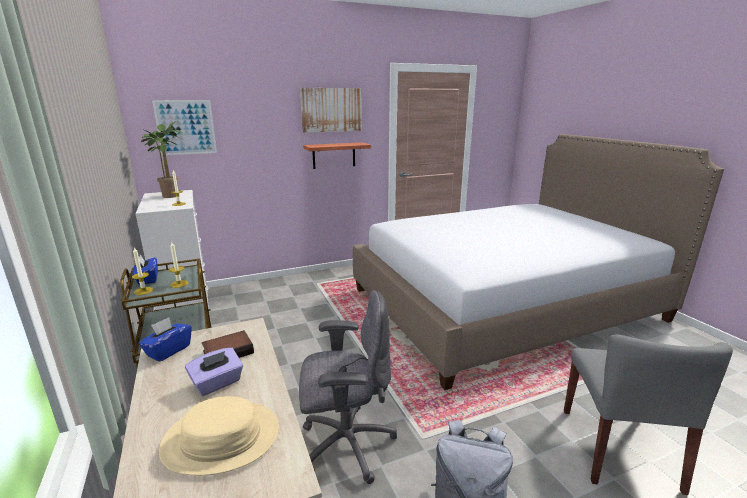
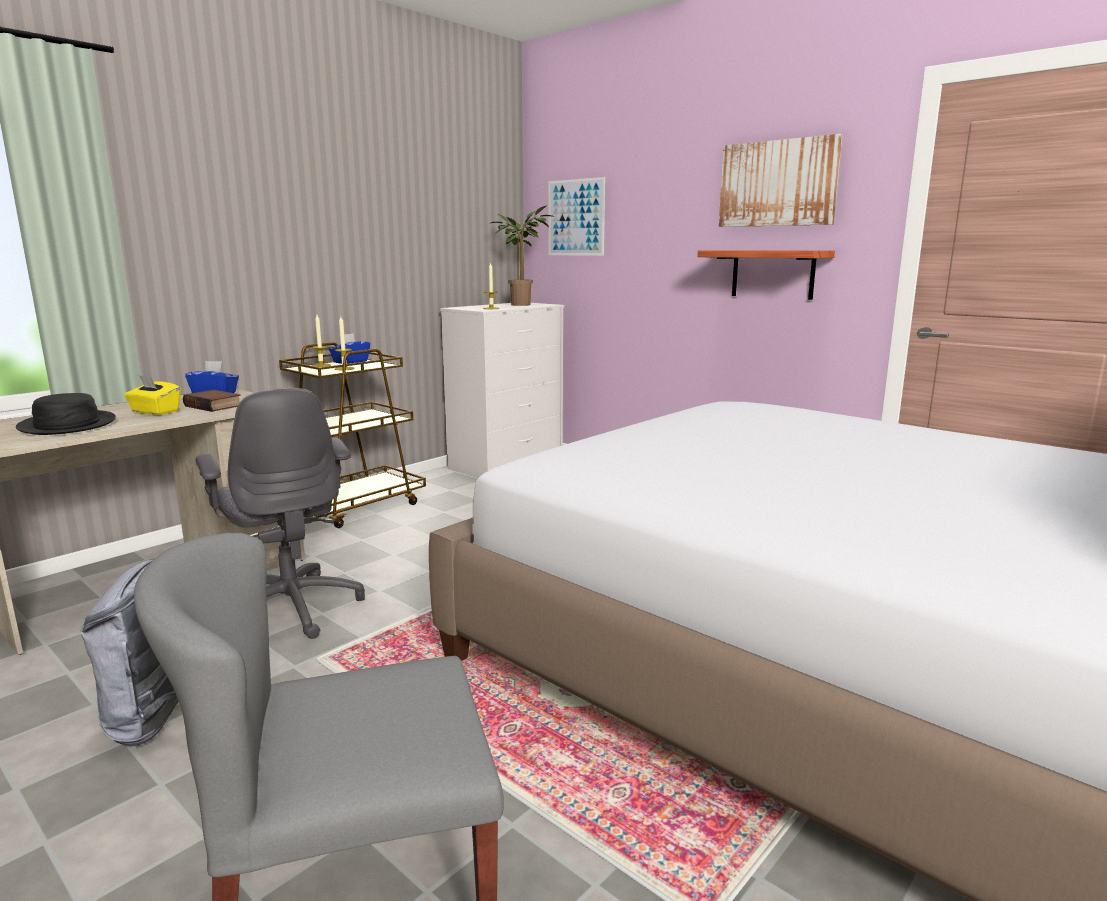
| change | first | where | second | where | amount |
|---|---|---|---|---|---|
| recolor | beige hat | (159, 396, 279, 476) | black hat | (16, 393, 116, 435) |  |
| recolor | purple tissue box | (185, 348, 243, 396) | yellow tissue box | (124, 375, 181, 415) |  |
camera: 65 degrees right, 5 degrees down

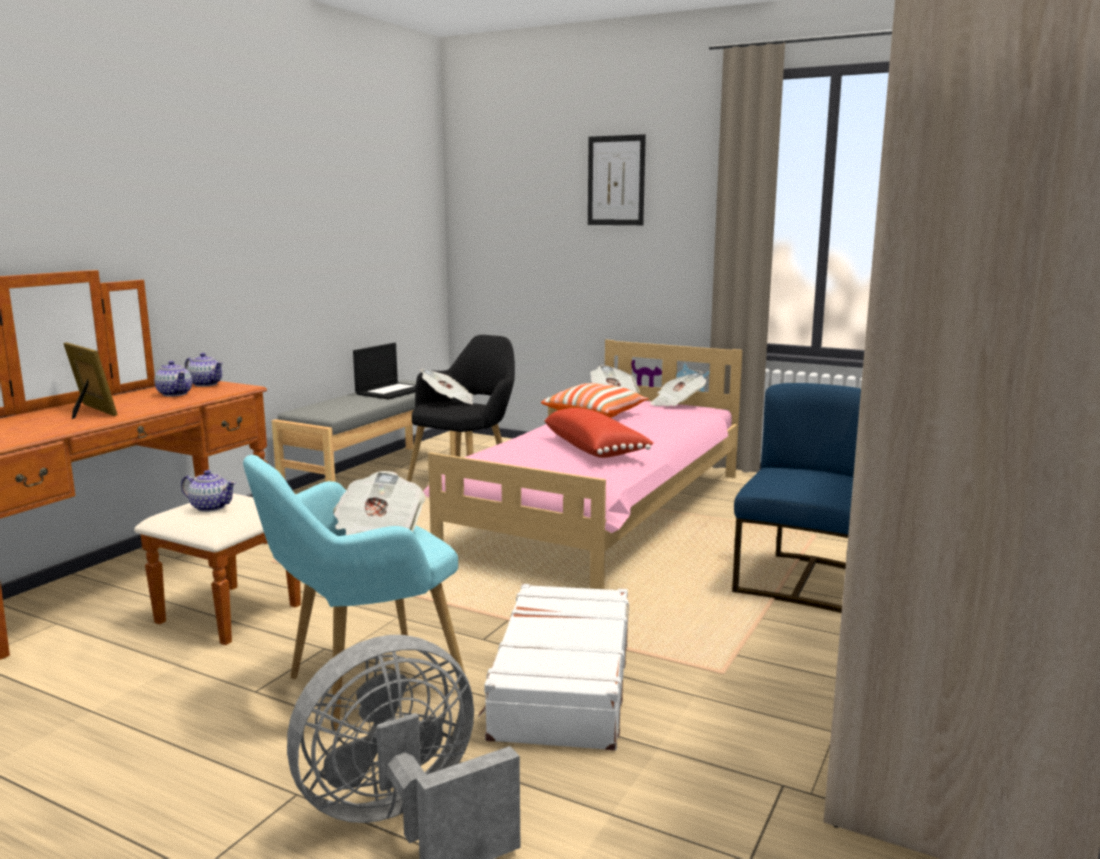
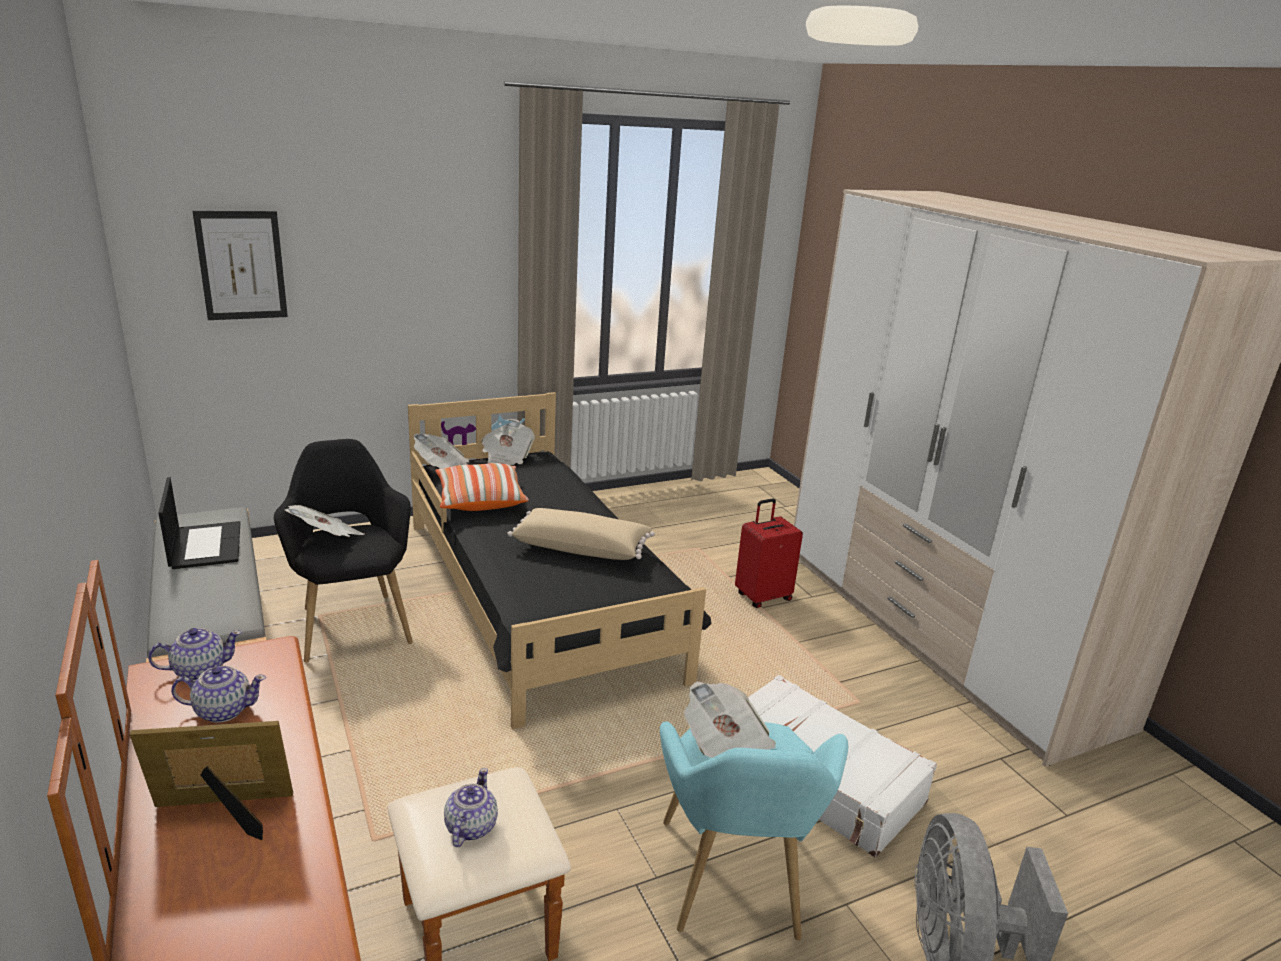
| change | first | where | second | where | amount |
|---|---|---|---|---|---|
| move | picture | (588, 134, 646, 225) |  | (193, 211, 288, 320) |  |
| recolor | pink bed | (423, 340, 742, 589) | black bed | (408, 392, 712, 730) |  |
| rotate | teapot | (181, 470, 237, 512) |  | (444, 768, 498, 847) | 45 degrees counterclockwise |
| recolor | red pillow | (544, 408, 654, 458) | beige pillow | (507, 508, 655, 560) |  |
| replace | blue chair | (732, 383, 861, 613) | red suitcase | (735, 498, 803, 608) |  |
camera: 55 degrees left, 10 degrees up

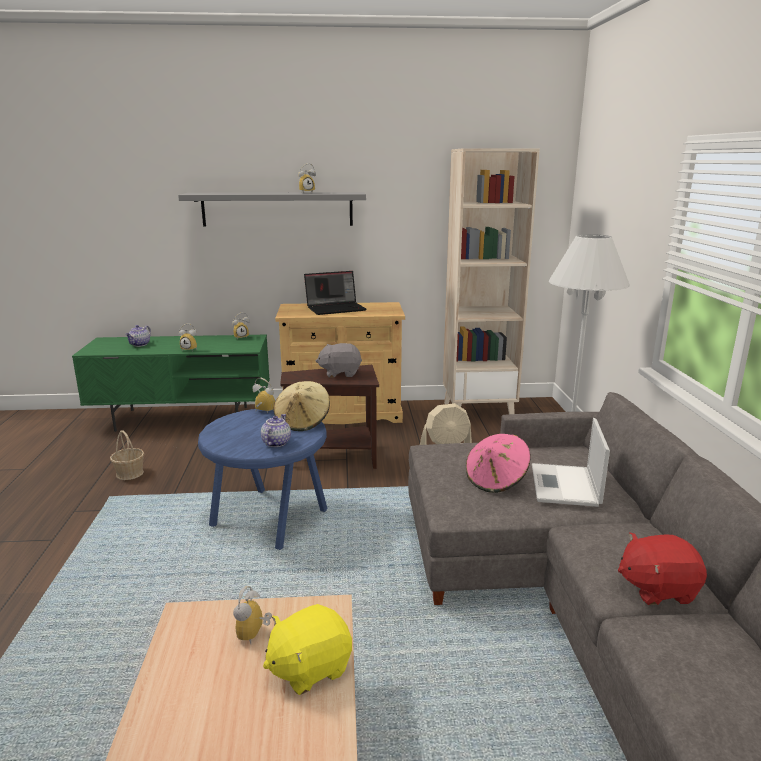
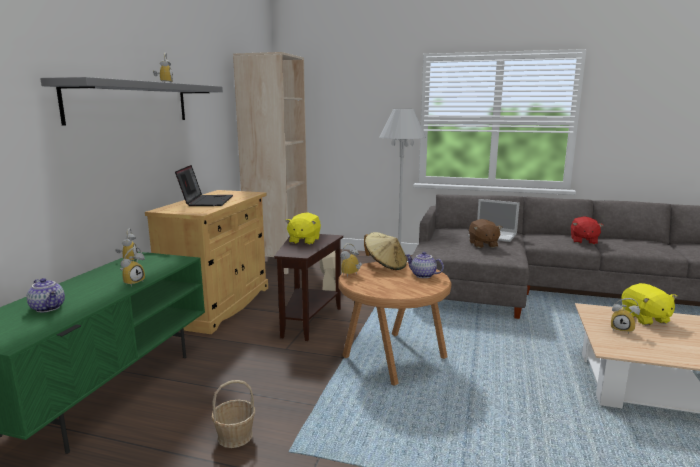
| change | first | where | second | where | amount |
|---|---|---|---|---|---|
| recolor | grey plush toy | (316, 343, 362, 378) | yellow plush toy | (285, 212, 321, 245) |  |
| recolor | blue side table | (198, 409, 327, 550) | brown side table | (338, 262, 451, 385) |  |
| replace | pink hat | (466, 434, 531, 493) | brown plush toy | (469, 219, 502, 248) |  |
camera: 70 degrees left, 5 degrees down

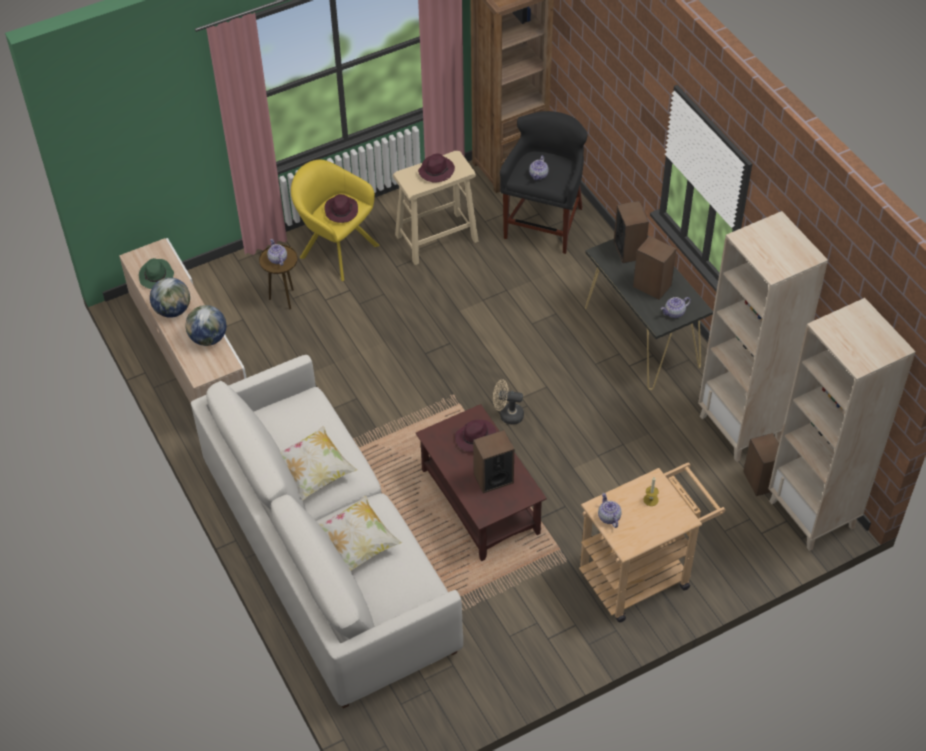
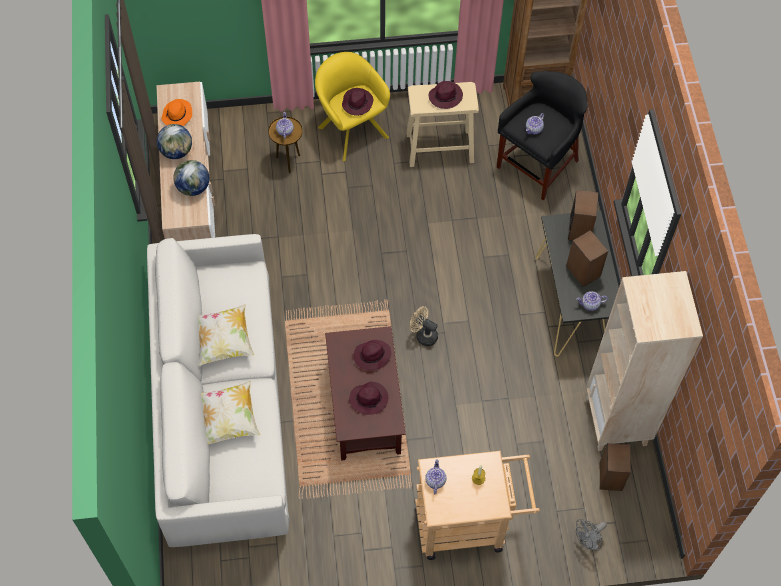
| change | first | where | second | where | amount |
|---|---|---|---|---|---|
| recolor | green hat | (139, 258, 174, 289) | orange hat | (161, 99, 192, 126) |  |
| replace | speaker | (473, 430, 514, 493) | purple hat | (349, 382, 388, 415) |  |
| insert |  |  | grey fan | (576, 519, 607, 551) |  |
| delete | beige bookcase | (768, 298, 916, 551) |  |  |  |
camera: 20 degrees right, 10 degrees up

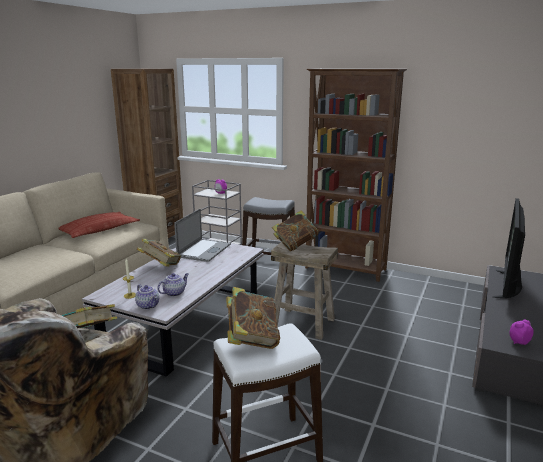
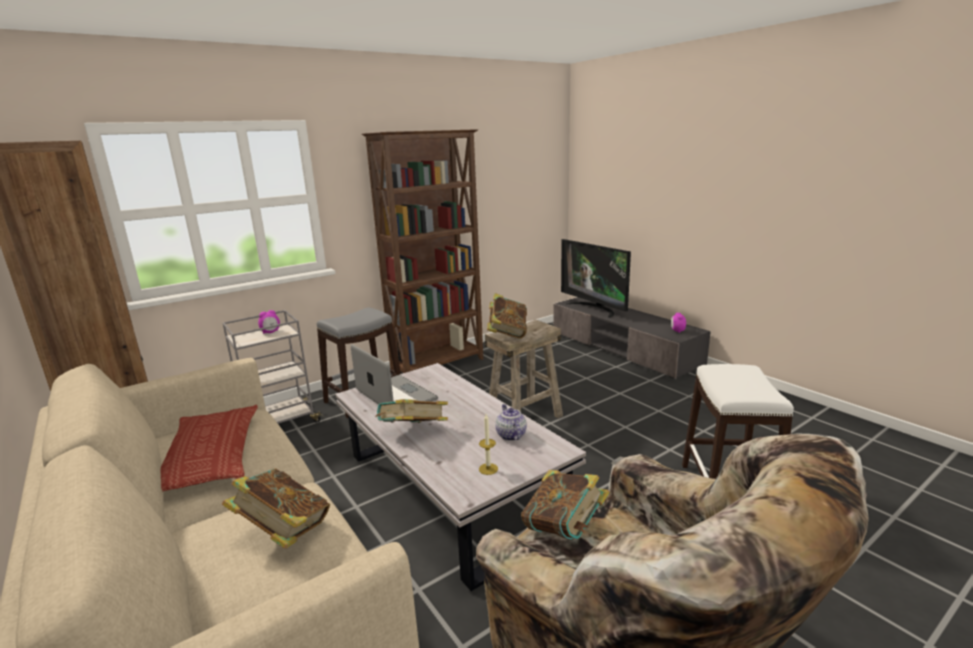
| change | first | where | second | where | amount |
|---|---|---|---|---|---|
| move | book | (226, 287, 280, 349) |  | (222, 468, 330, 549) |  |
| delete | teapot | (135, 284, 159, 310) |  |  |  |
camera: 60 degrees left, 0 degrees up

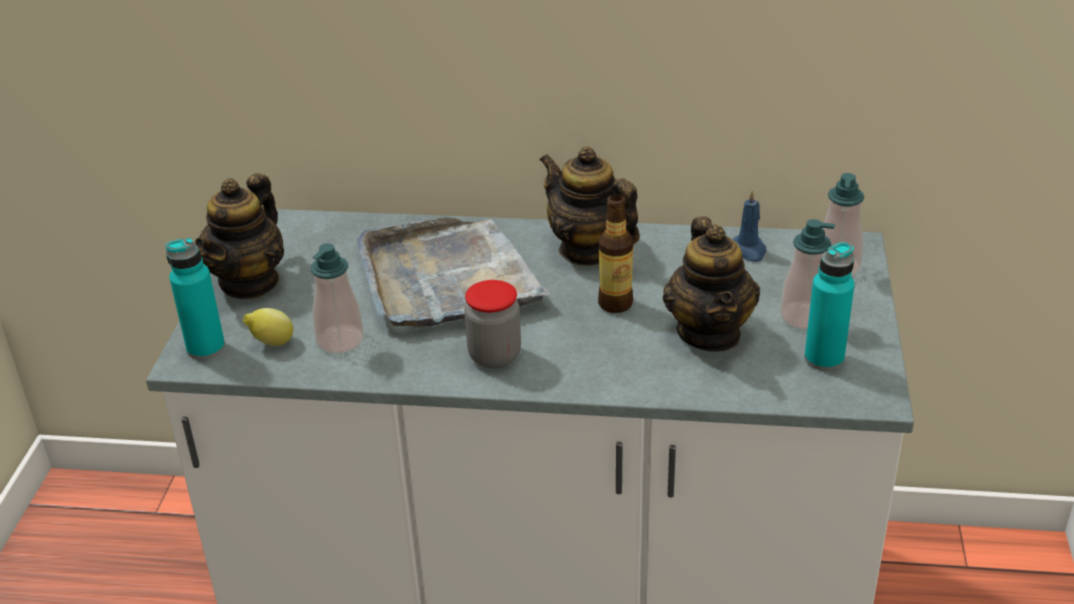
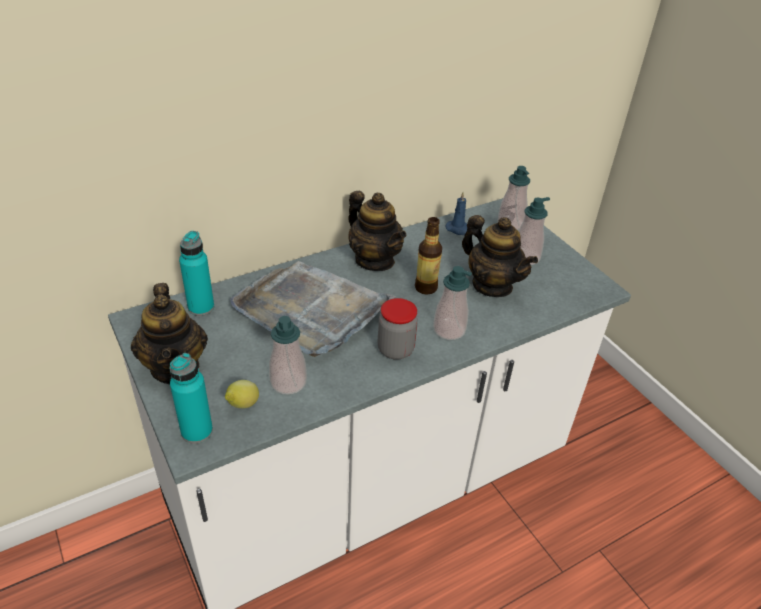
| change | first | where | second | where | amount |
|---|---|---|---|---|---|
| move | turquoise bottle | (804, 242, 855, 371) |  | (179, 231, 214, 316) |  |
| rotate | teapot | (540, 146, 640, 266) |  | (348, 191, 406, 271) | 135 degrees counterclockwise |
| insert |  |  | soap dispenser | (433, 266, 472, 340) |  |
camera: 40 degrees left, 5 degrees up

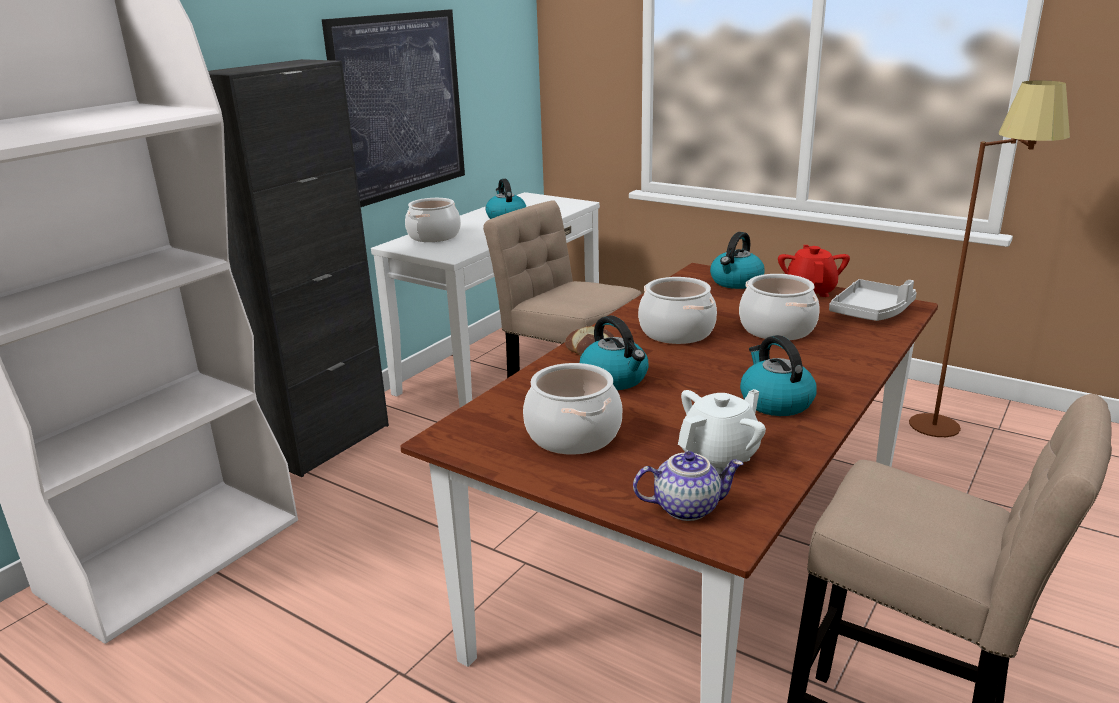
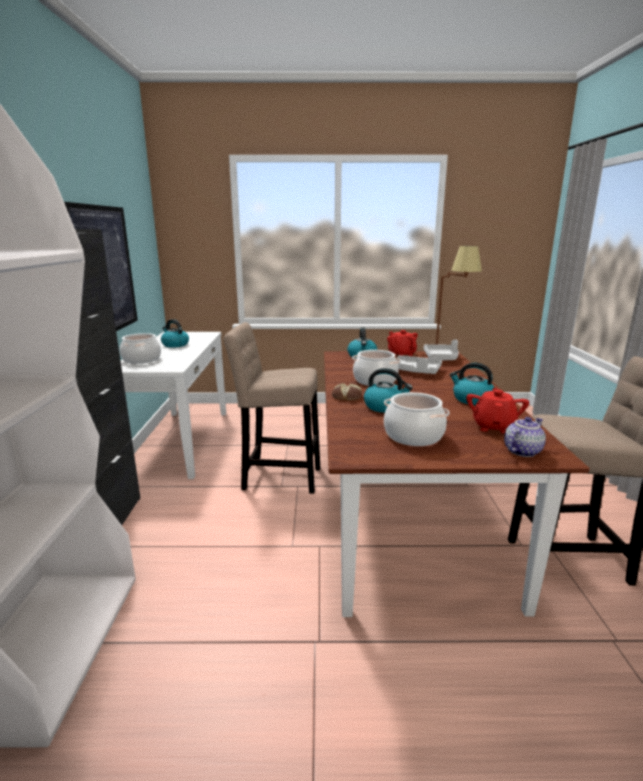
| change | first | where | second | where | amount |
|---|---|---|---|---|---|
| replace | cooking pot | (739, 274, 820, 340) | grey tray | (396, 355, 442, 374) |  |
| recolor | white teapot | (678, 389, 766, 474) | red teapot | (466, 388, 529, 434) |  |
camera: 35 degrees left, 5 degrees down

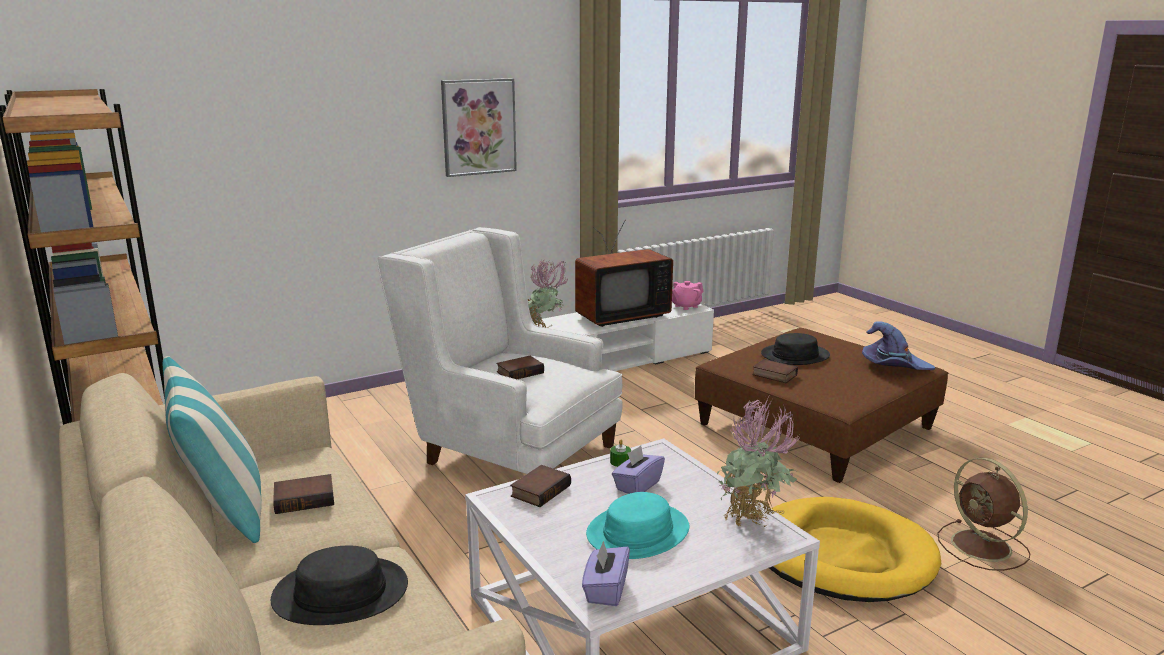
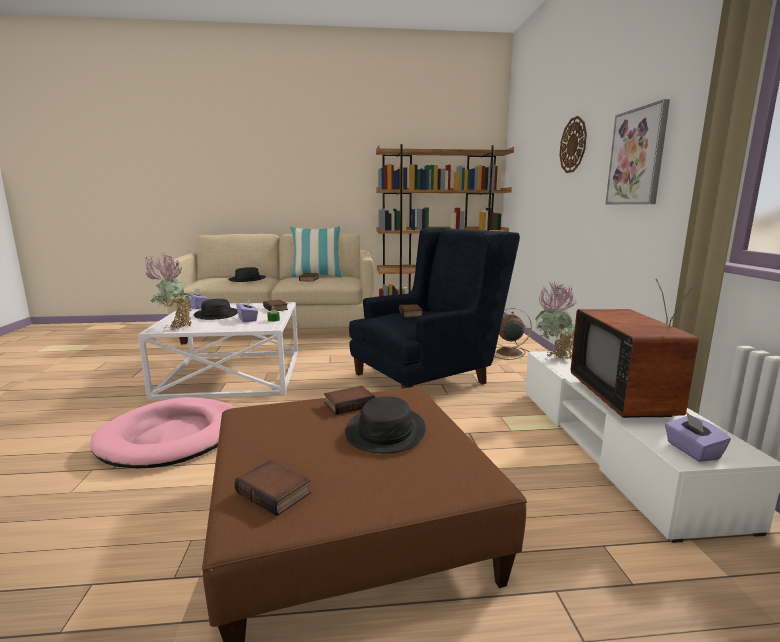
| change | first | where | second | where | amount |
|---|---|---|---|---|---|
| recolor | yellow dog bed | (769, 497, 942, 602) | pink dog bed | (90, 397, 236, 468) |  |
| recolor | turquoise hat | (586, 492, 690, 559) | black hat | (194, 299, 238, 320) |  |
| replace | purple hat | (862, 321, 935, 370) | book | (235, 460, 311, 516) |  |
| recolor | white armchair | (377, 227, 623, 474) | blue armchair | (349, 228, 520, 389) |  |
| move | brown fan | (937, 458, 1030, 571) |  | (494, 308, 532, 360) |  |
| insert |  |  | wall clock | (559, 116, 587, 173) |  |
| replace | pink teapot | (672, 281, 704, 310) | purple tissue box | (665, 412, 731, 462) |  |
camera: 115 degrees right, 5 degrees down

